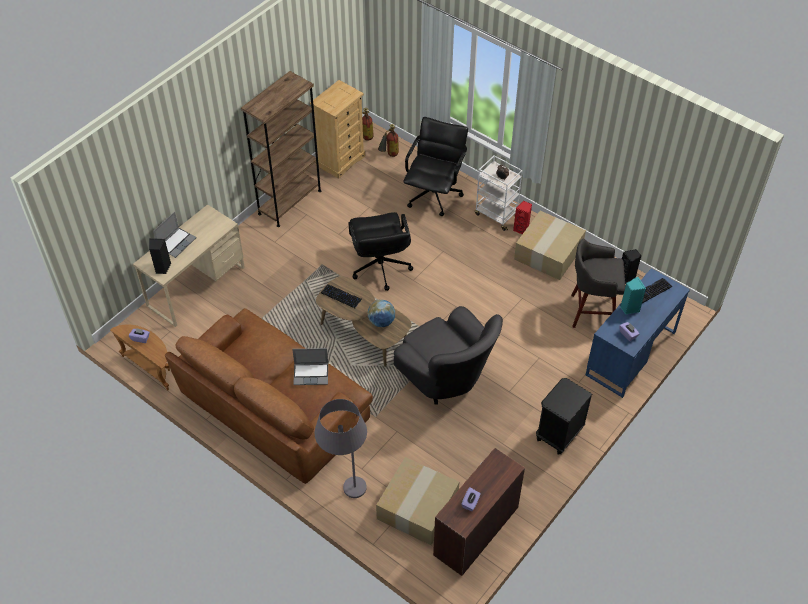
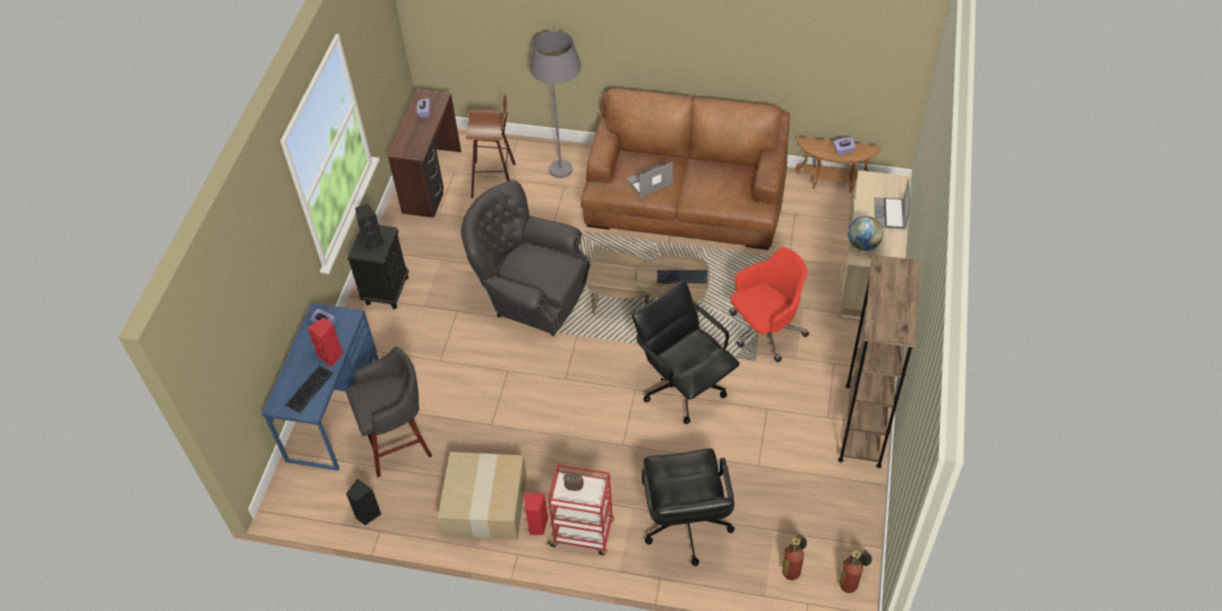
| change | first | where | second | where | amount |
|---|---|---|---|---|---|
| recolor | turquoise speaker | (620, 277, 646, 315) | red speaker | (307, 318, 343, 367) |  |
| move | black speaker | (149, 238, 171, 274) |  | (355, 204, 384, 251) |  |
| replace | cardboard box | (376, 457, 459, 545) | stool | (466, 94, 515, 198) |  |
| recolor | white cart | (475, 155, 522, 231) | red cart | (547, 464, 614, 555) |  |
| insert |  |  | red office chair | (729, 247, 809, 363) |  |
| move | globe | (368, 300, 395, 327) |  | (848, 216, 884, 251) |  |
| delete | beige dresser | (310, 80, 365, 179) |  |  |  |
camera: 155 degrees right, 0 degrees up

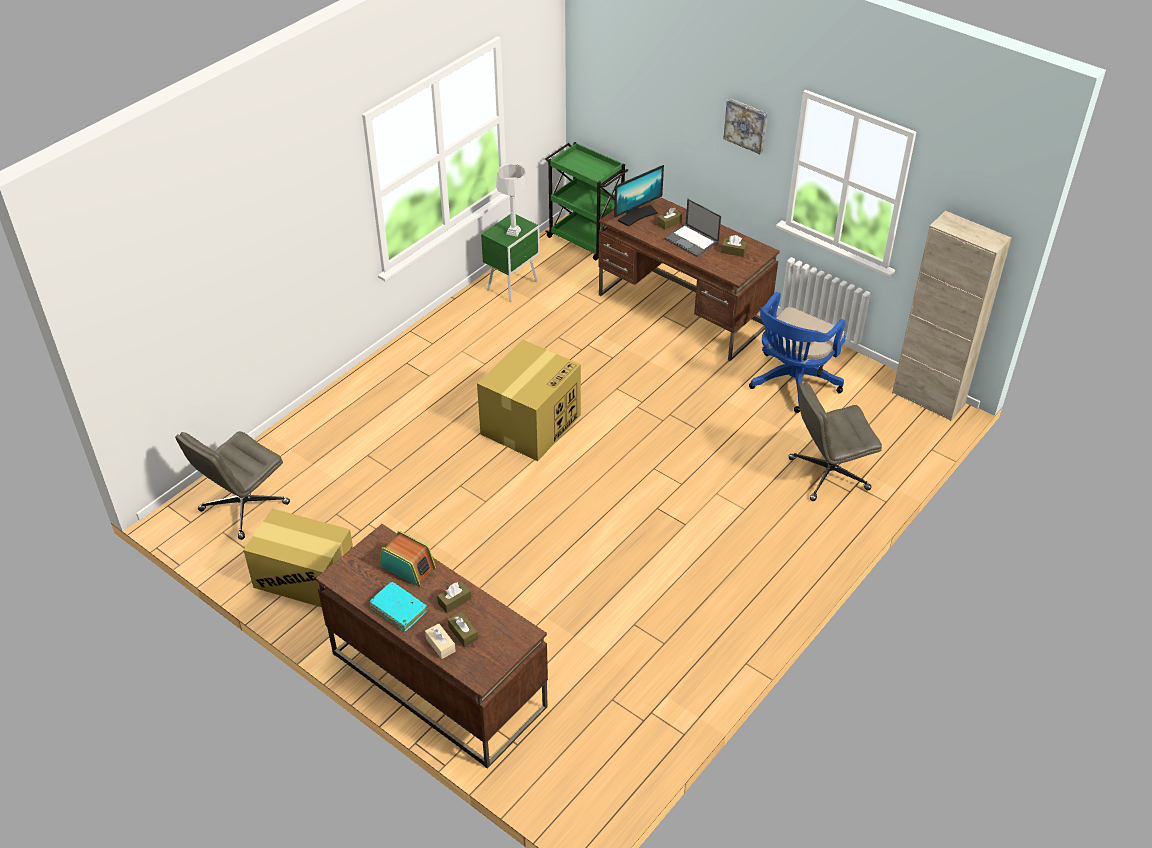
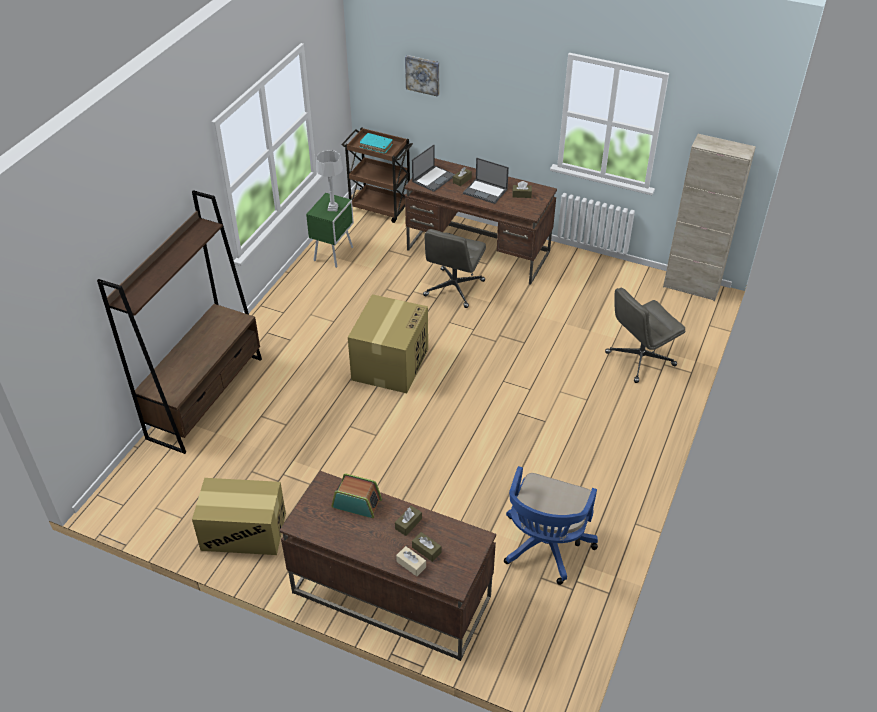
| change | first | where | second | where | amount |
|---|---|---|---|---|---|
| insert |  |  | brown bookcase | (97, 190, 262, 454) |  |
| recolor | green cart | (545, 142, 628, 260) | brown cart | (342, 127, 413, 223) |  |
| move | turquoise book | (370, 582, 428, 631) |  | (360, 133, 393, 154) |  |
| move | picture | (723, 98, 767, 154) |  | (405, 55, 439, 97) |  |
| replace | monitor | (614, 165, 664, 227) | laptop | (412, 145, 455, 192) |  |
| move | grey office chair | (175, 431, 290, 540) |  | (423, 229, 486, 308) |  |
| move | blue office chair | (749, 292, 846, 413) |  | (504, 466, 598, 585) |  |
camera: 15 degrees left, 0 degrees up

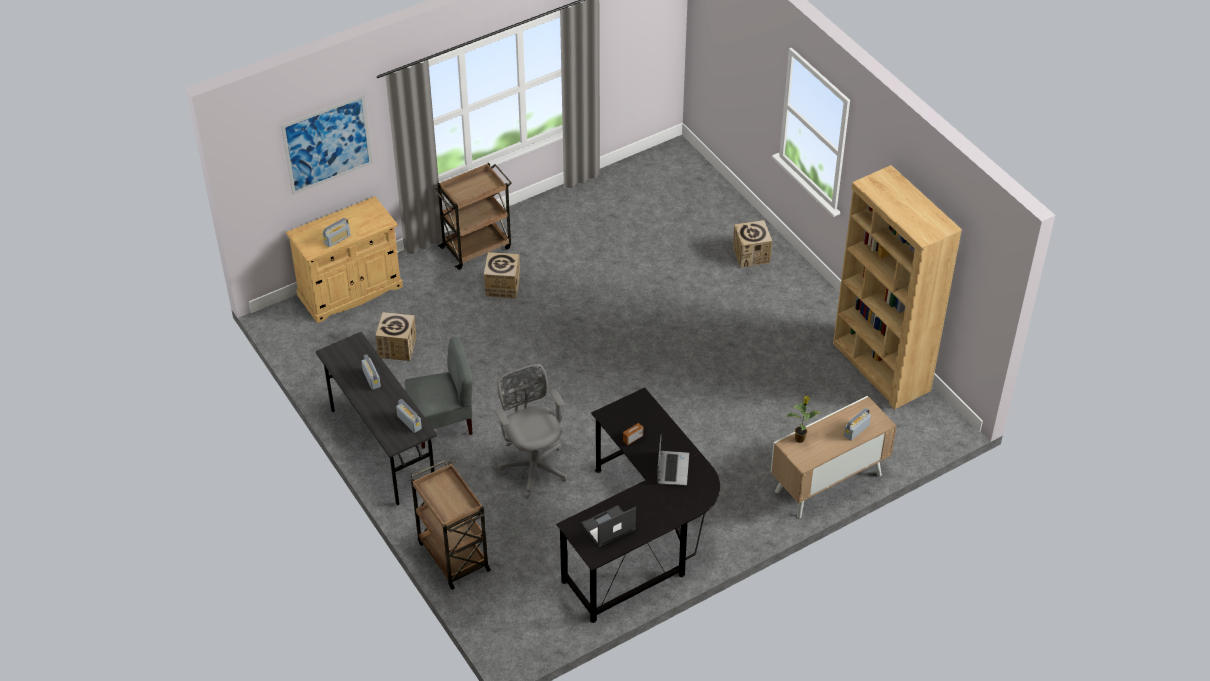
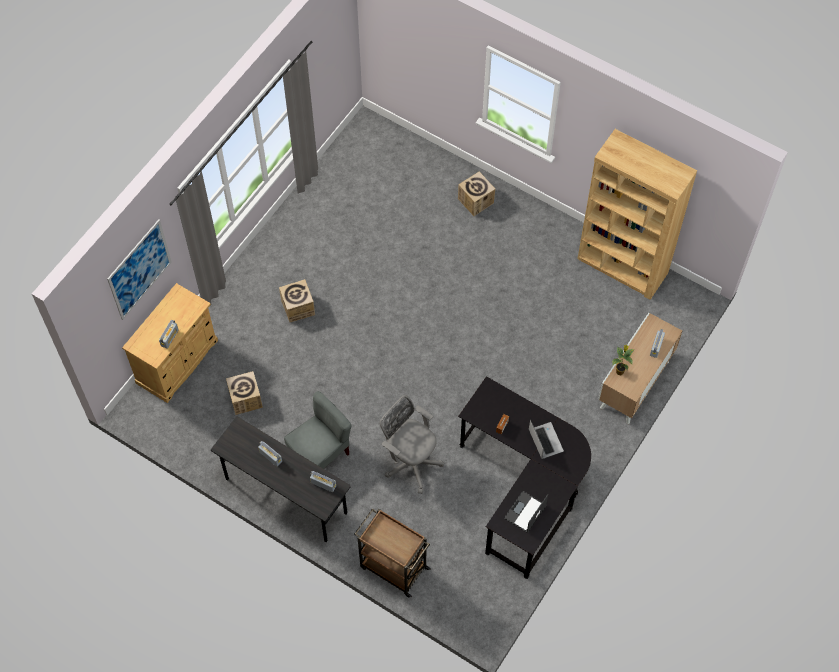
| change | first | where | second | where | amount |
|---|---|---|---|---|---|
| delete | brown cart | (434, 163, 512, 270) |  |  |  |
camera: 25 degrees left, 15 degrees up

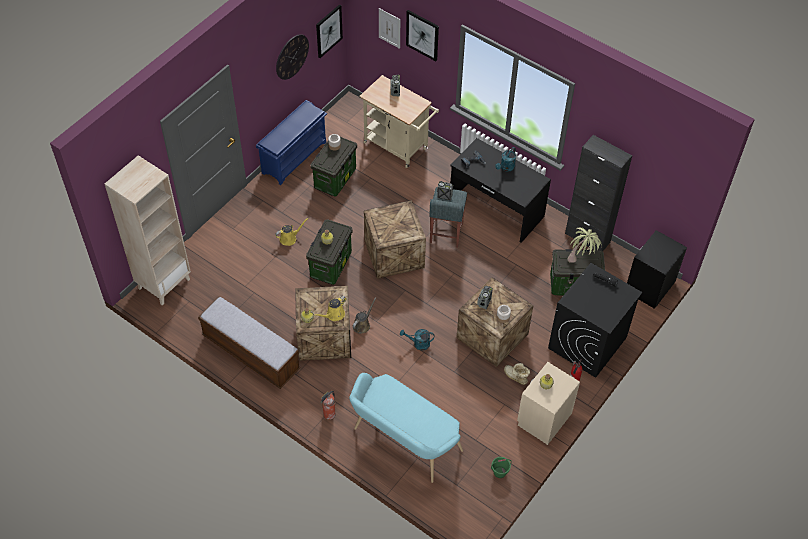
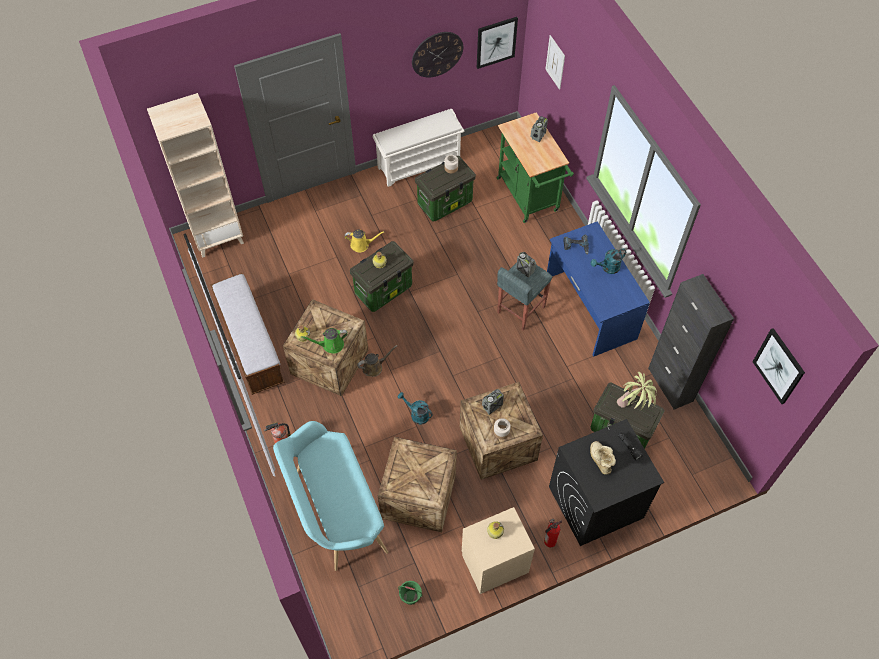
| change | first | where | second | where | amount |
|---|---|---|---|---|---|
| recolor | yellow watering can | (314, 296, 347, 321) | green watering can | (301, 328, 348, 354) |  |
| recolor | blue shoe rack | (256, 100, 327, 185) | white shoe rack | (373, 109, 465, 187) |  |
| move | crate | (364, 200, 426, 279) |  | (378, 437, 457, 532) |  |
| recolor | beige cart | (359, 75, 439, 168) | green cart | (497, 112, 574, 223) |  |
| recolor | black desk | (450, 138, 551, 243) | blue desk | (547, 221, 650, 357) |  |
| move | boot | (504, 363, 530, 385) |  | (590, 441, 616, 475) |  |
| move | picture | (406, 10, 439, 61) |  | (753, 328, 805, 404) |  |
| delete | black nightstand | (627, 230, 687, 309) |  |  |  |
camera: 30 degrees right, 5 degrees up

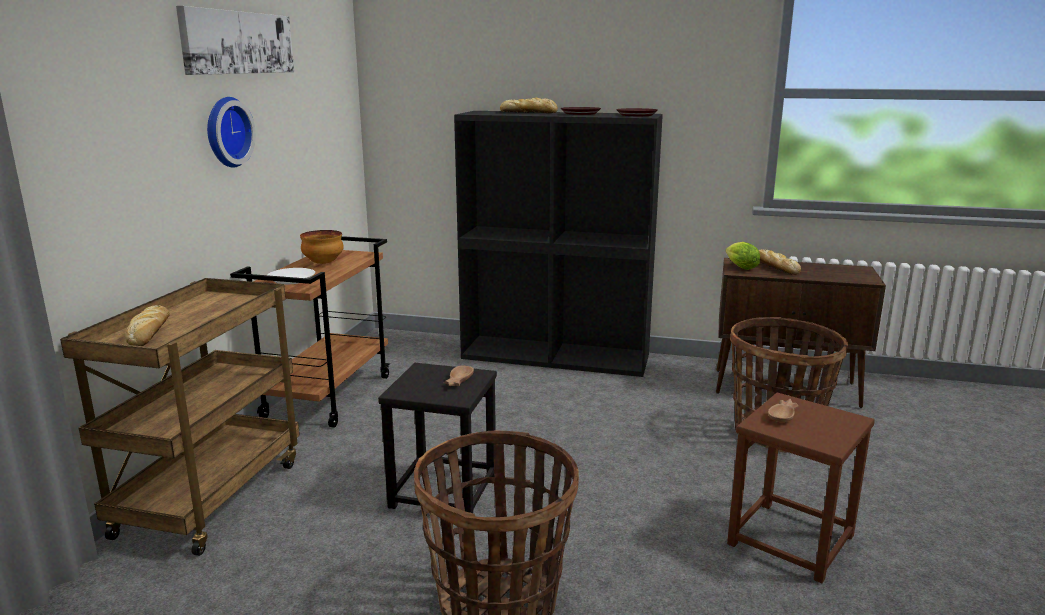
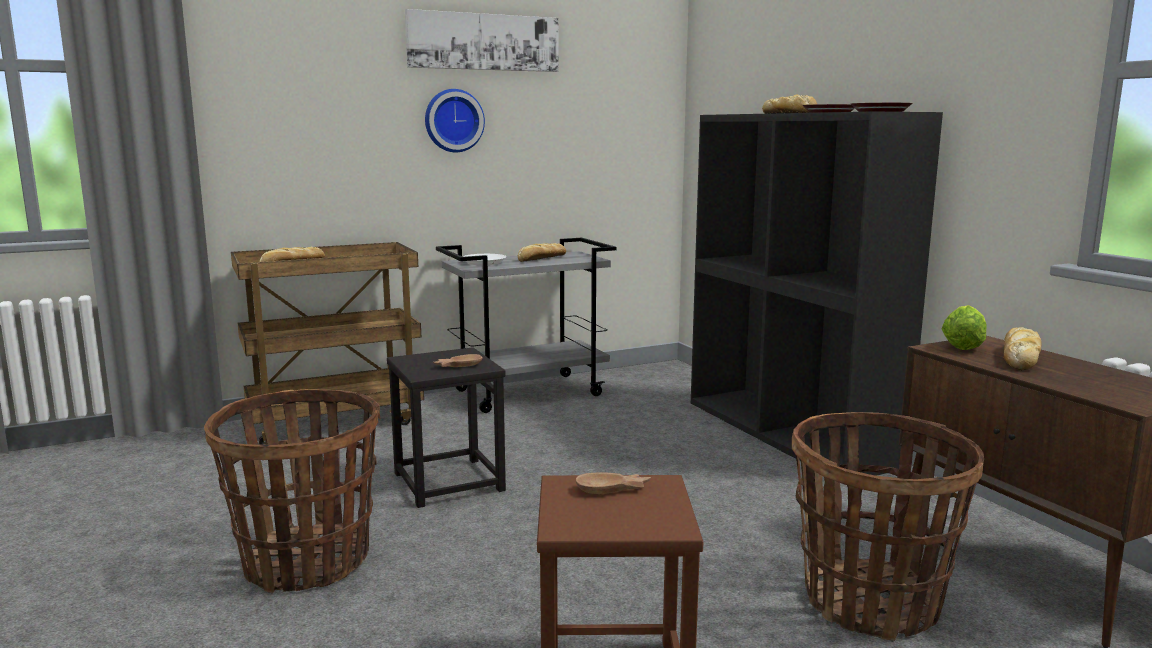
| change | first | where | second | where | amount |
|---|---|---|---|---|---|
| recolor | brown cart | (230, 236, 390, 428) | grey cart | (436, 238, 617, 413) |  |
| replace | bowl | (300, 230, 344, 264) | bread | (517, 243, 566, 262) |  |
camera: 50 degrees right, 5 degrees down

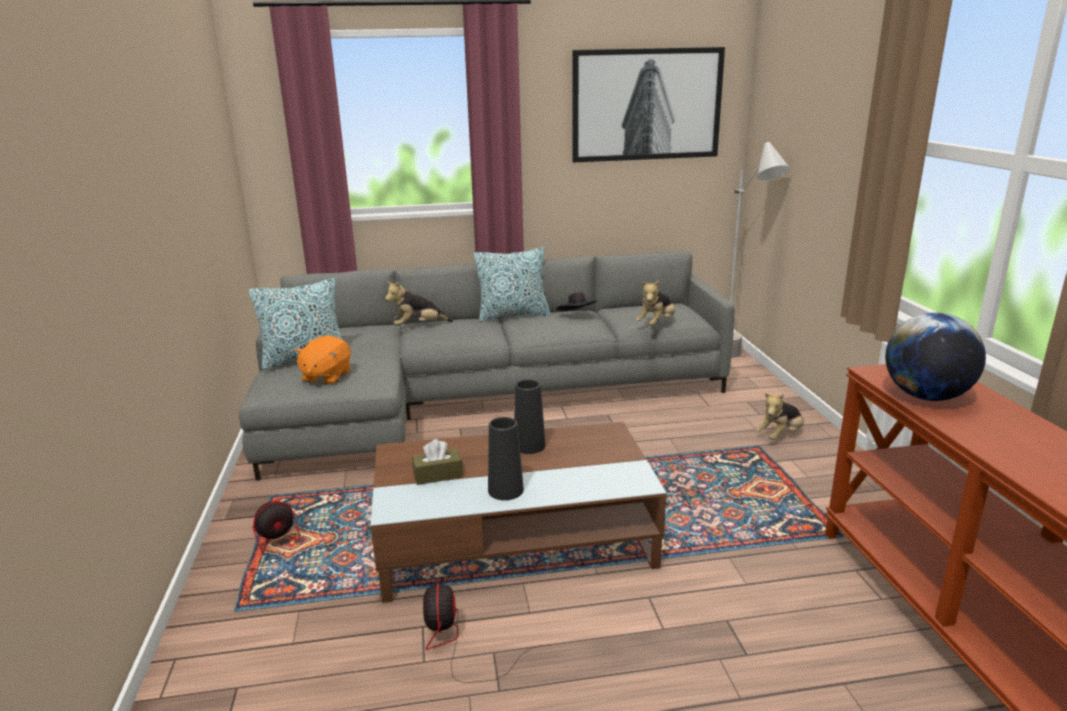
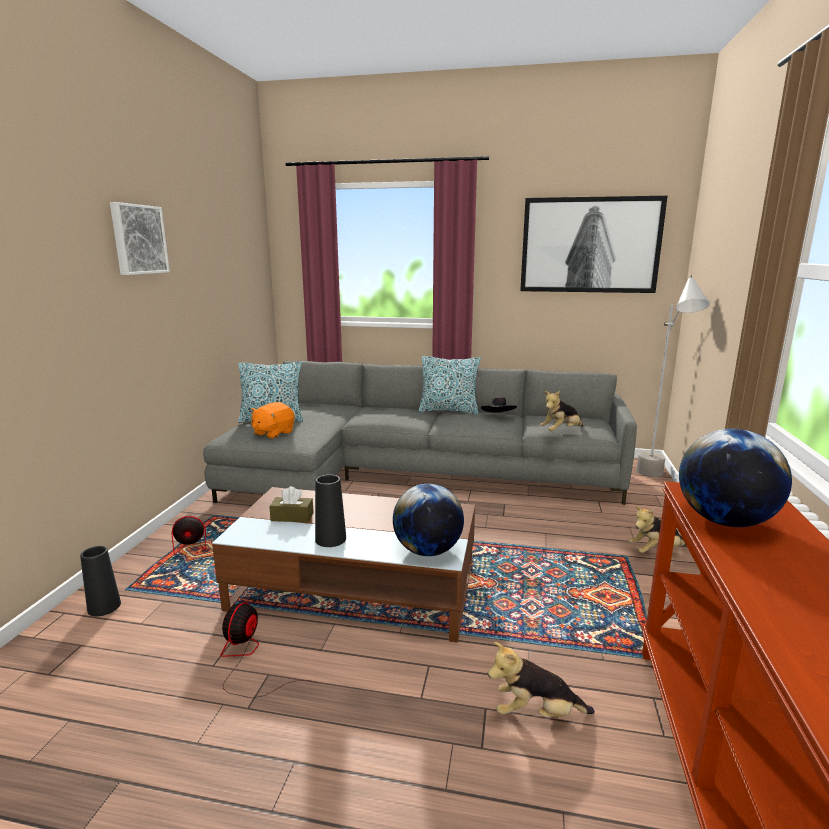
| change | first | where | second | where | amount |
|---|---|---|---|---|---|
| move | black vase | (514, 379, 546, 454) |  | (80, 546, 121, 616) |  |
| insert |  |  | picture | (110, 202, 170, 275) |  |
| insert |  |  | globe | (393, 483, 464, 556) |  |
| move | plush toy | (385, 281, 453, 325) |  | (488, 642, 595, 717) |  |
camera: 20 degrees right, 5 degrees down

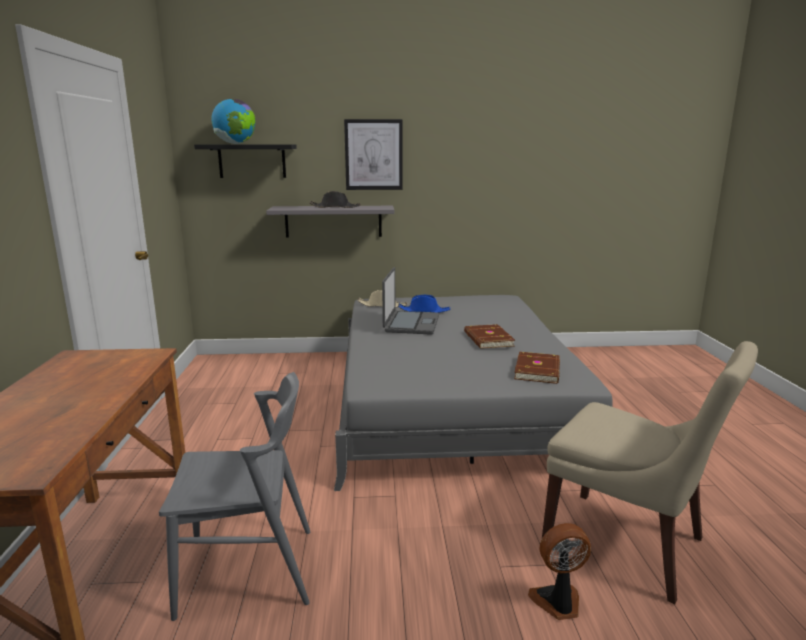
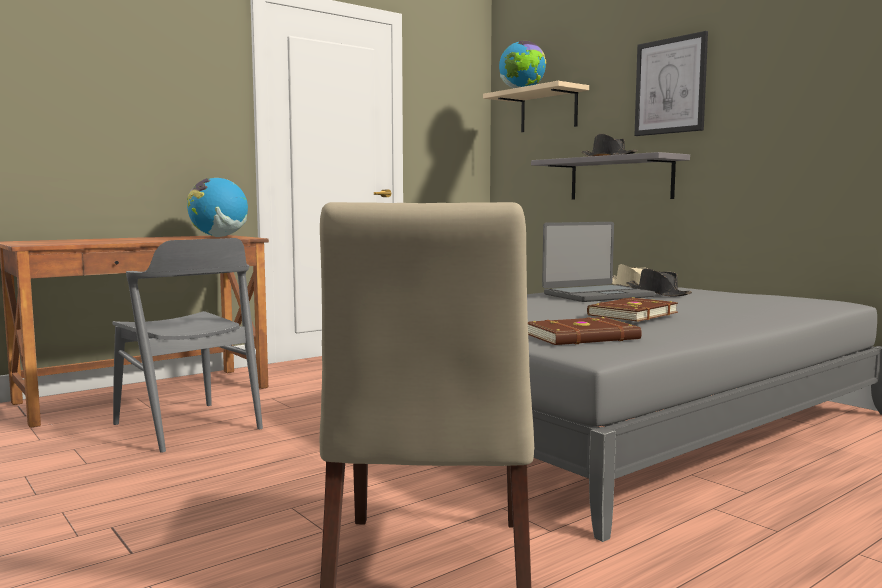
| change | first | where | second | where | amount |
|---|---|---|---|---|---|
| insert |  |  | globe | (187, 178, 248, 237) |  |
| recolor | black shelf | (194, 144, 297, 178) | beige shelf | (483, 81, 589, 132) |  |
| recolor | blue hat | (398, 295, 450, 313) | black hat | (626, 268, 692, 297) |  |
| delete | fan | (528, 523, 591, 620) |  |  |  |
camera: 55 degrees right, 10 degrees down

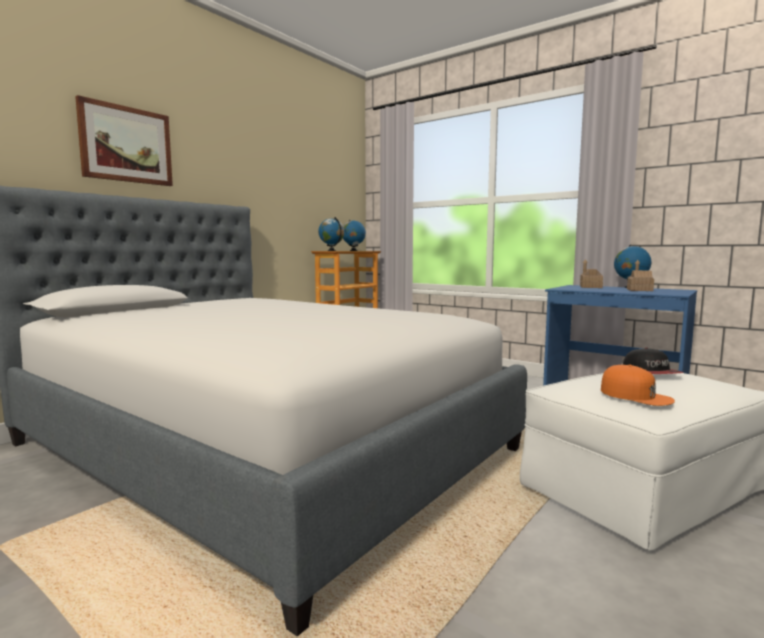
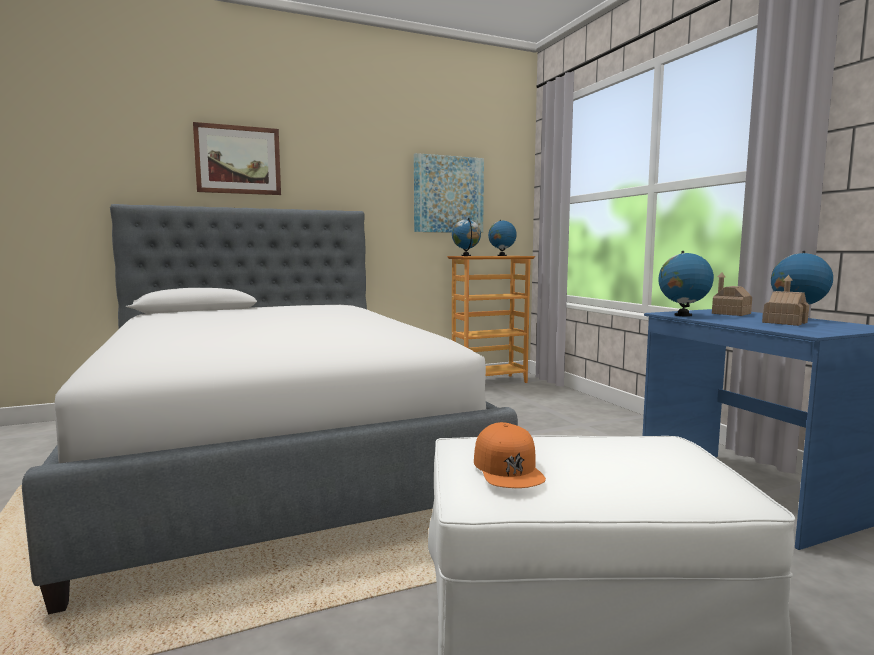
| change | first | where | second | where | amount |
|---|---|---|---|---|---|
| insert |  |  | picture | (414, 153, 484, 233) |  |
| insert |  |  | globe | (659, 251, 714, 316) |  |
| delete | cap | (623, 348, 684, 374) |  |  |  |
camera: 30 degrees right, 0 degrees up

